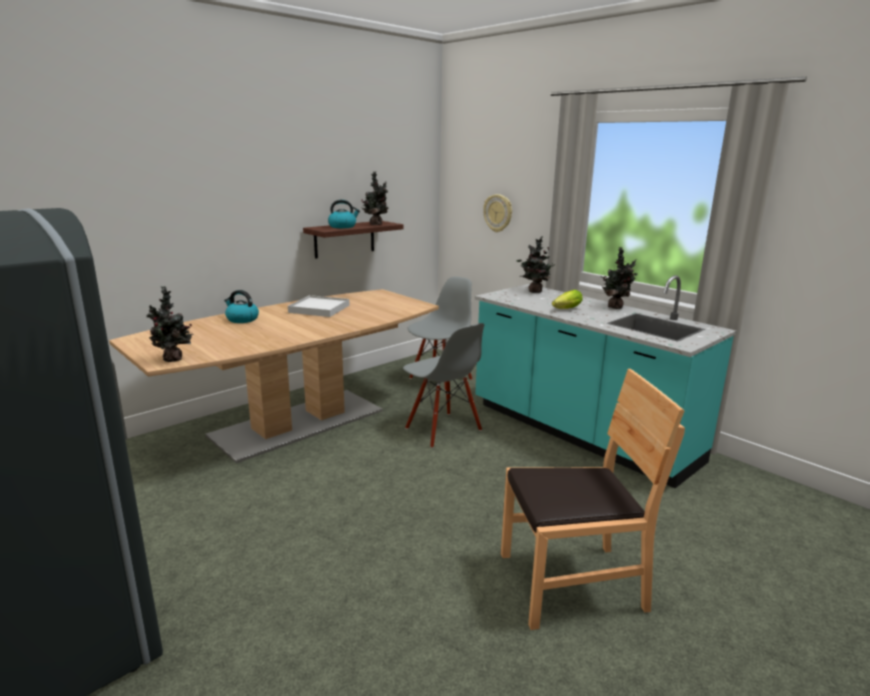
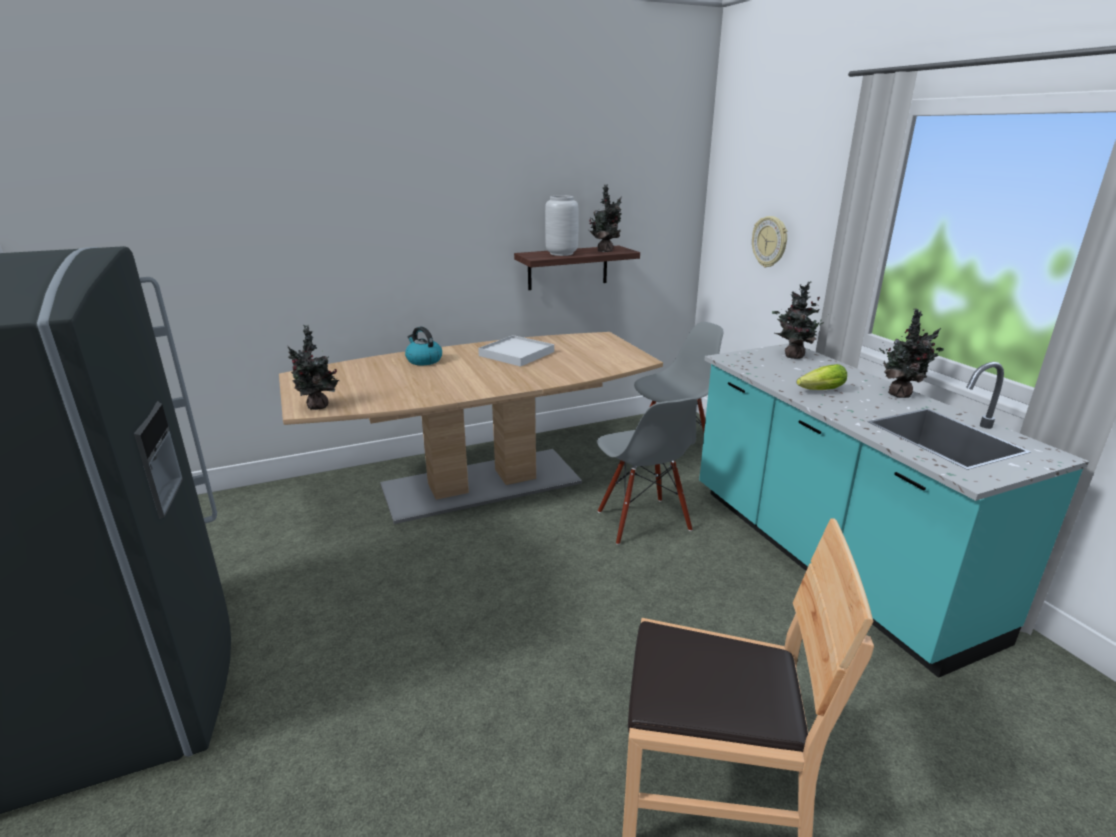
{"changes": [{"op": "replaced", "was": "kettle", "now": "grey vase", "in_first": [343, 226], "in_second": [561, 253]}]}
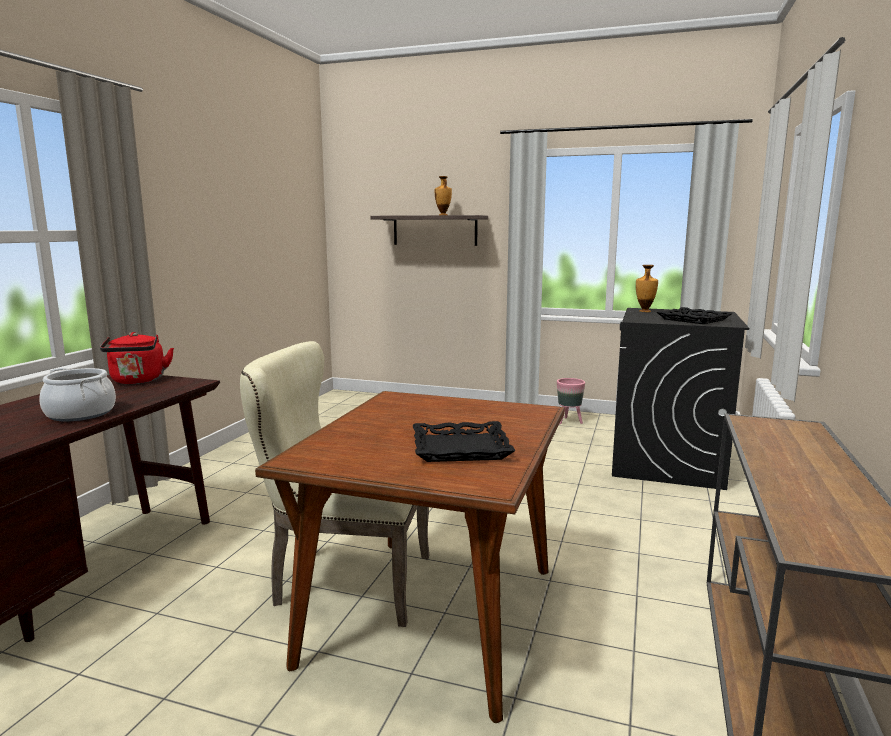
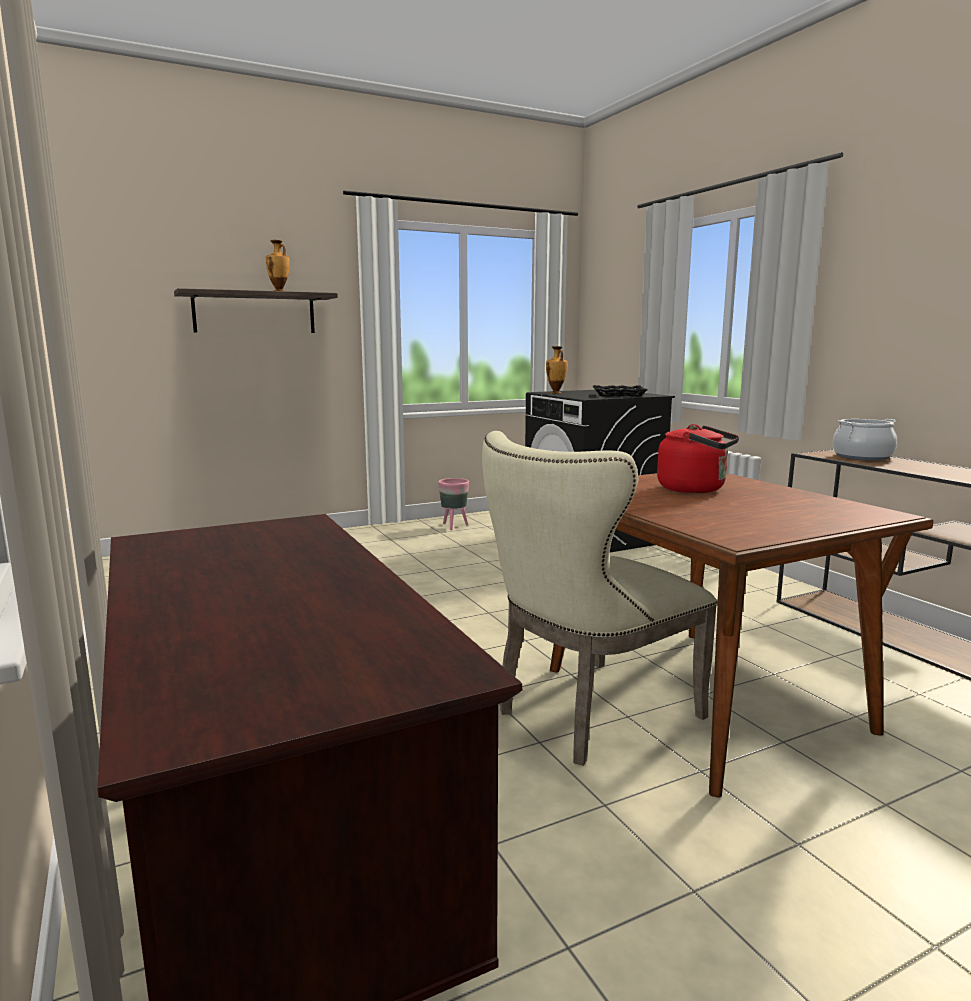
{"changes": [{"op": "moved", "was": "cooking pot", "in_first": [80, 414], "in_second": [862, 456]}, {"op": "moved", "was": "red kettle", "in_first": [138, 381], "in_second": [695, 489]}, {"op": "removed", "was": "black tray", "in_first": [460, 449]}]}
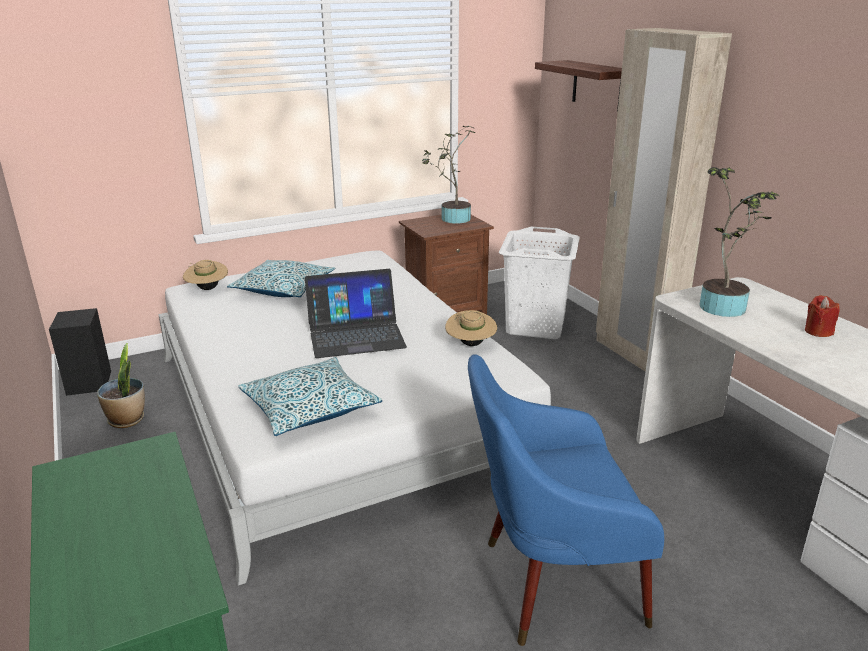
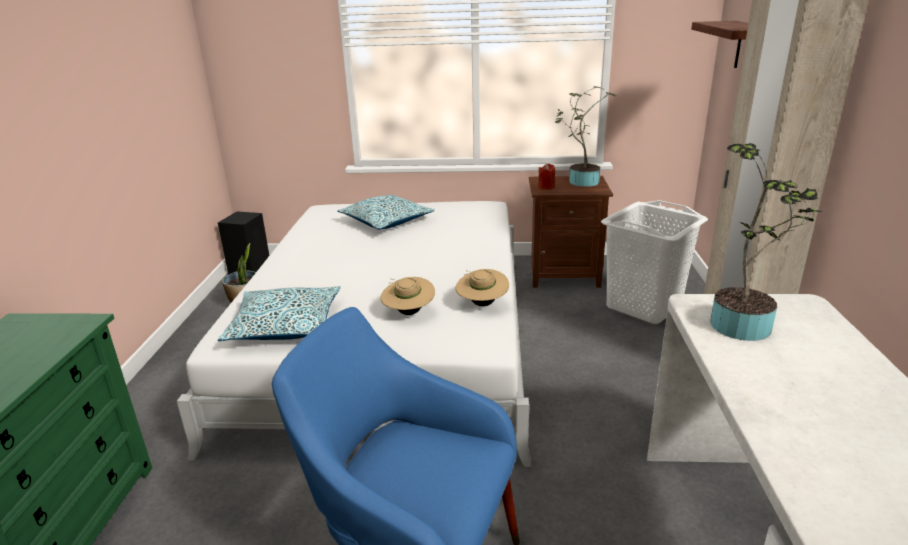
{"changes": [{"op": "moved", "was": "beige hat", "in_first": [207, 289], "in_second": [408, 312]}, {"op": "removed", "was": "laptop", "in_first": [355, 335]}, {"op": "moved", "was": "red candle", "in_first": [818, 331], "in_second": [546, 187]}]}
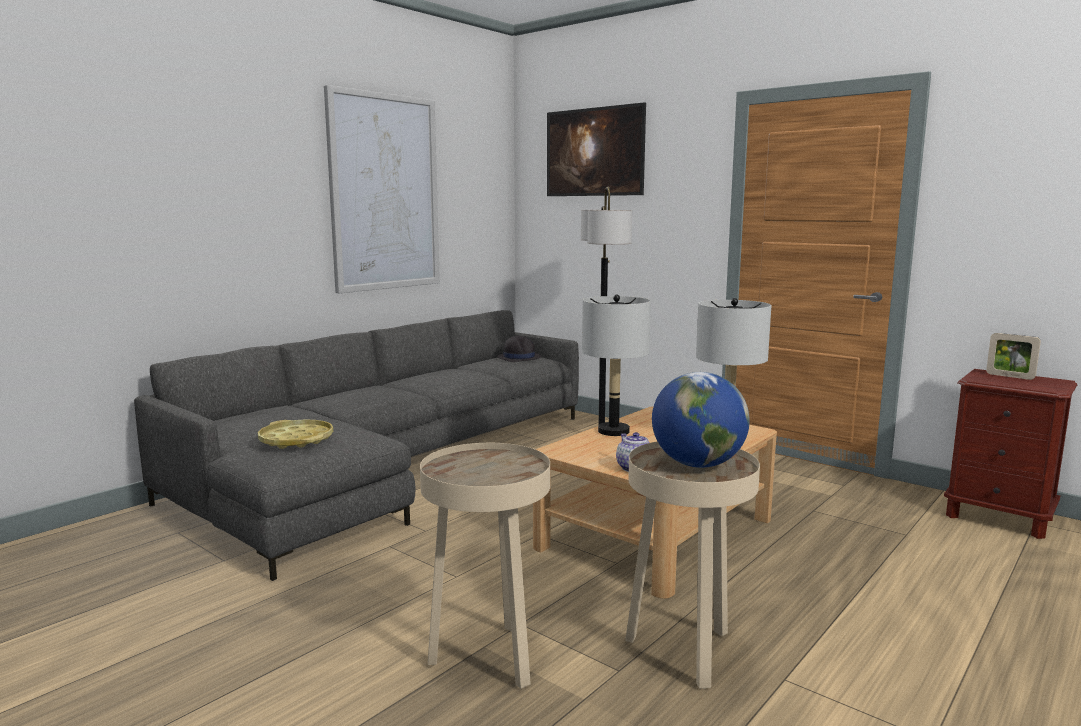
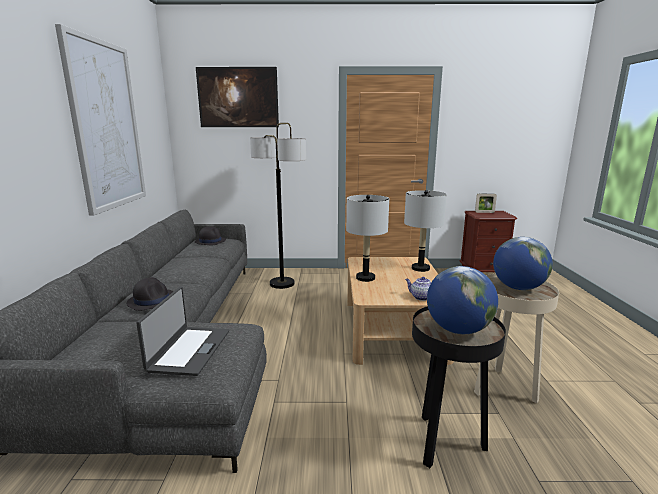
{"changes": [{"op": "replaced", "was": "yellow tray", "now": "laptop", "in_first": [296, 440], "in_second": [189, 350]}, {"op": "recoloured", "was": "beige side table", "now": "black side table", "in_first": [488, 658], "in_second": [444, 443]}, {"op": "added", "now": "black hat", "in_second": [152, 300]}, {"op": "added", "now": "globe", "in_second": [458, 330]}]}
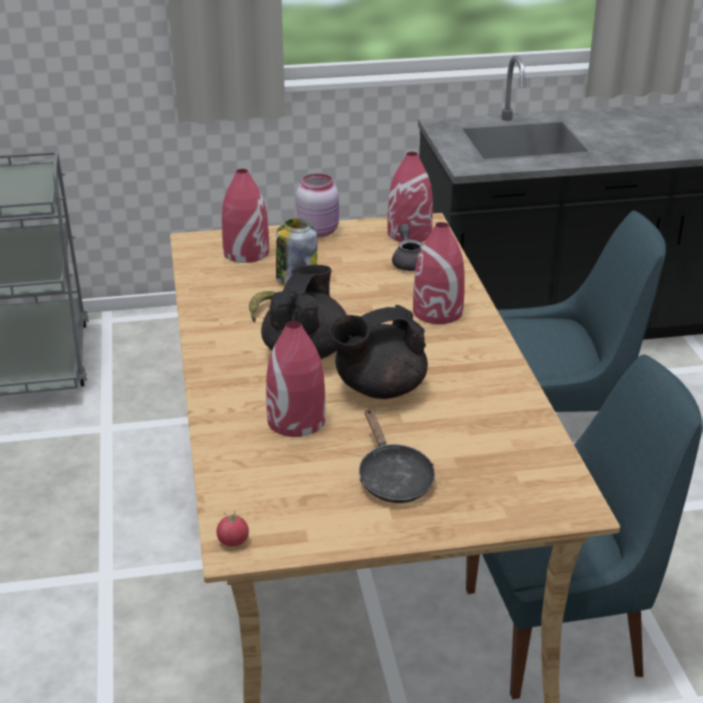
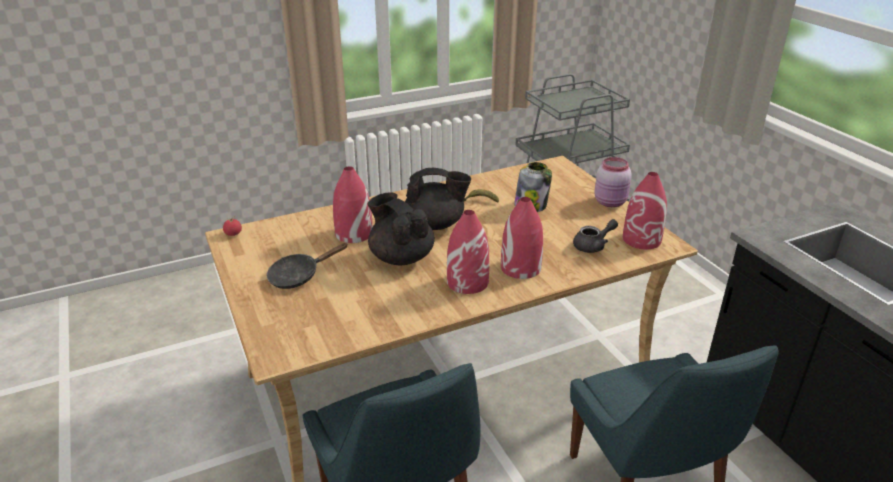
{"changes": [{"op": "moved", "was": "red vase", "in_first": [245, 252], "in_second": [467, 282]}]}
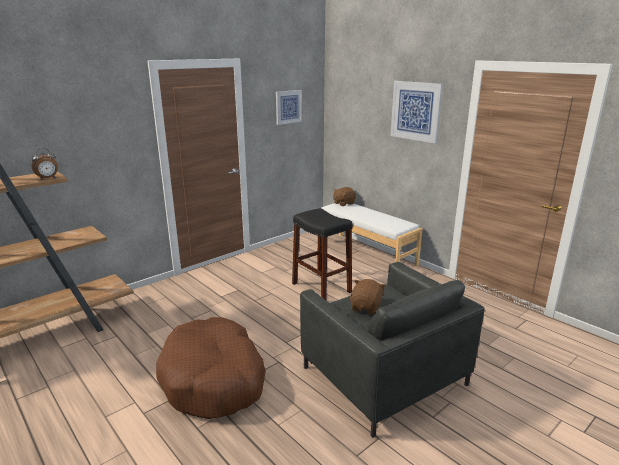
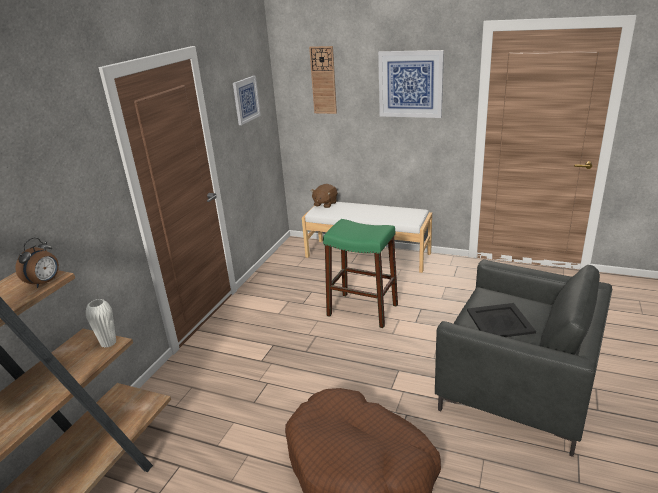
{"changes": [{"op": "recoloured", "was": "black stool", "now": "green stool", "in_first": [321, 287], "in_second": [362, 310]}, {"op": "replaced", "was": "brown plush toy", "now": "black tray", "in_first": [366, 307], "in_second": [499, 321]}, {"op": "added", "now": "white vase", "in_second": [108, 343]}, {"op": "added", "now": "wall clock", "in_second": [323, 80]}]}
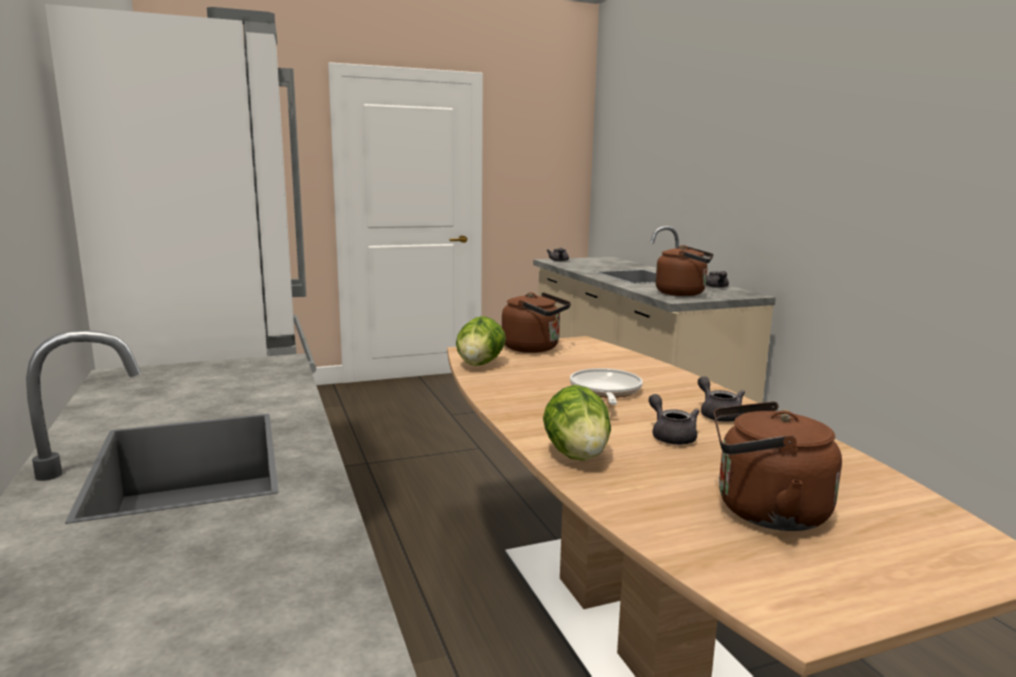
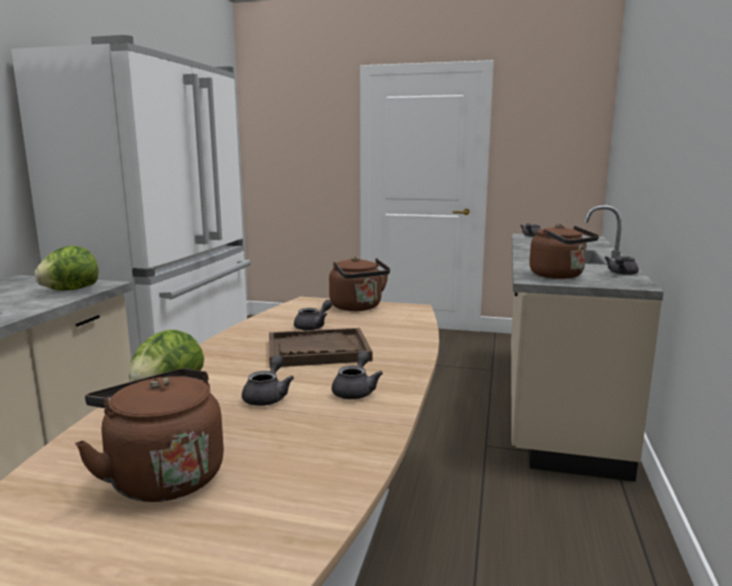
{"changes": [{"op": "moved", "was": "lettuce", "in_first": [480, 364], "in_second": [70, 290]}, {"op": "replaced", "was": "frying pan", "now": "brown tray", "in_first": [605, 391], "in_second": [318, 350]}, {"op": "added", "now": "grey teapot", "in_second": [313, 326]}]}
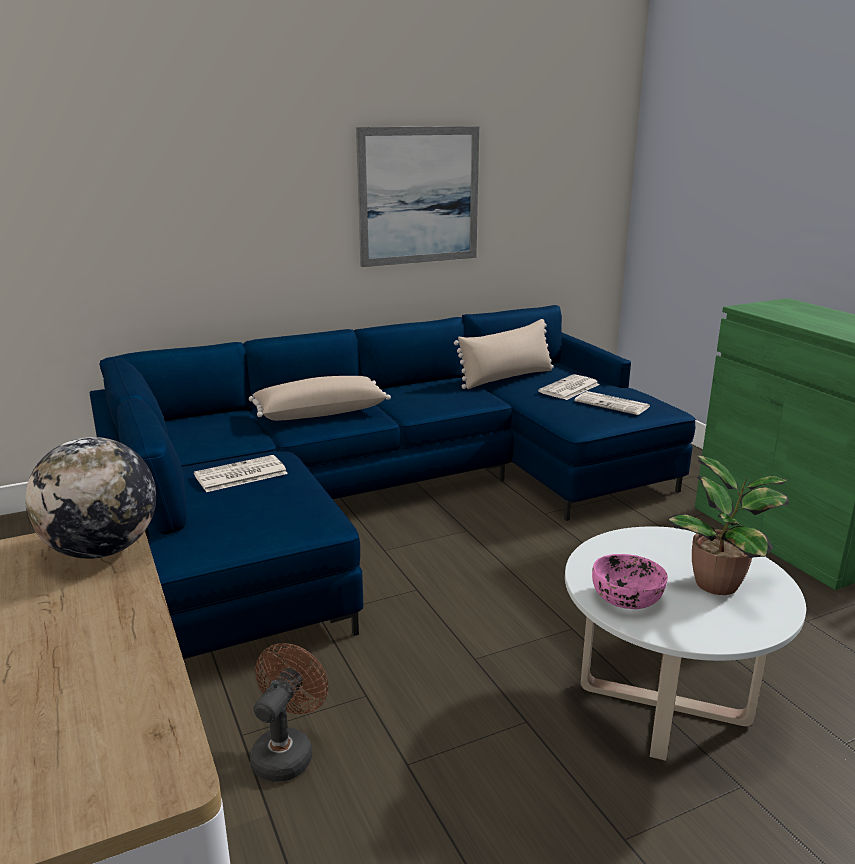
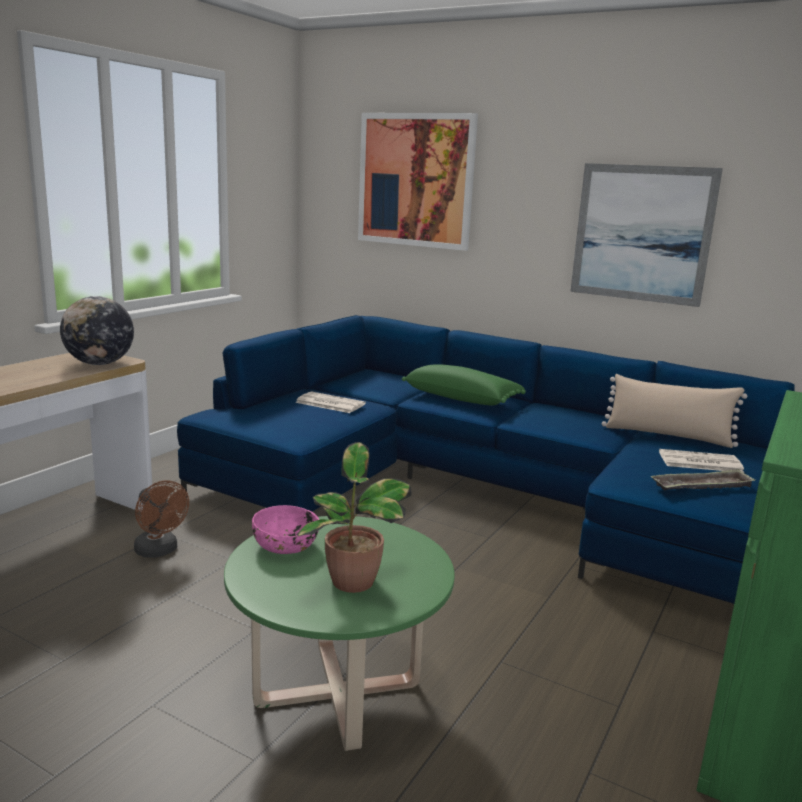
{"changes": [{"op": "recoloured", "was": "beige pillow", "now": "green pillow", "in_first": [320, 412], "in_second": [462, 398]}, {"op": "turned", "was": "brown fan", "in_first": [287, 751], "in_second": [159, 551], "clockwise": 60}, {"op": "recoloured", "was": "white coffee table", "now": "green coffee table", "in_first": [664, 703], "in_second": [337, 693]}, {"op": "replaced", "was": "newspaper", "now": "tray", "in_first": [613, 404], "in_second": [702, 486]}, {"op": "added", "now": "picture", "in_second": [415, 180]}]}
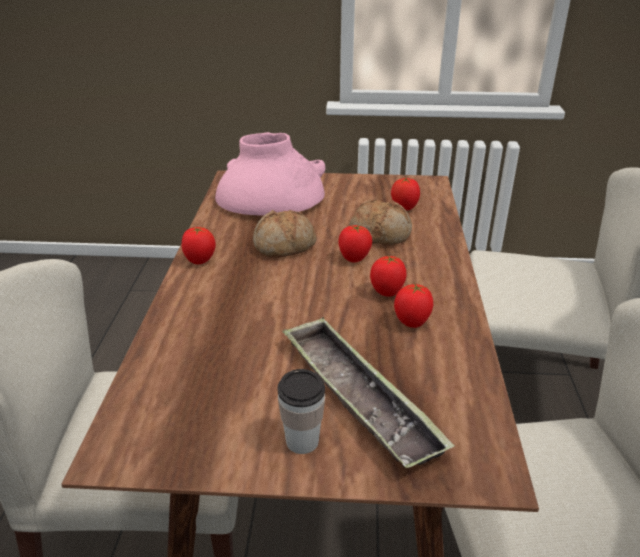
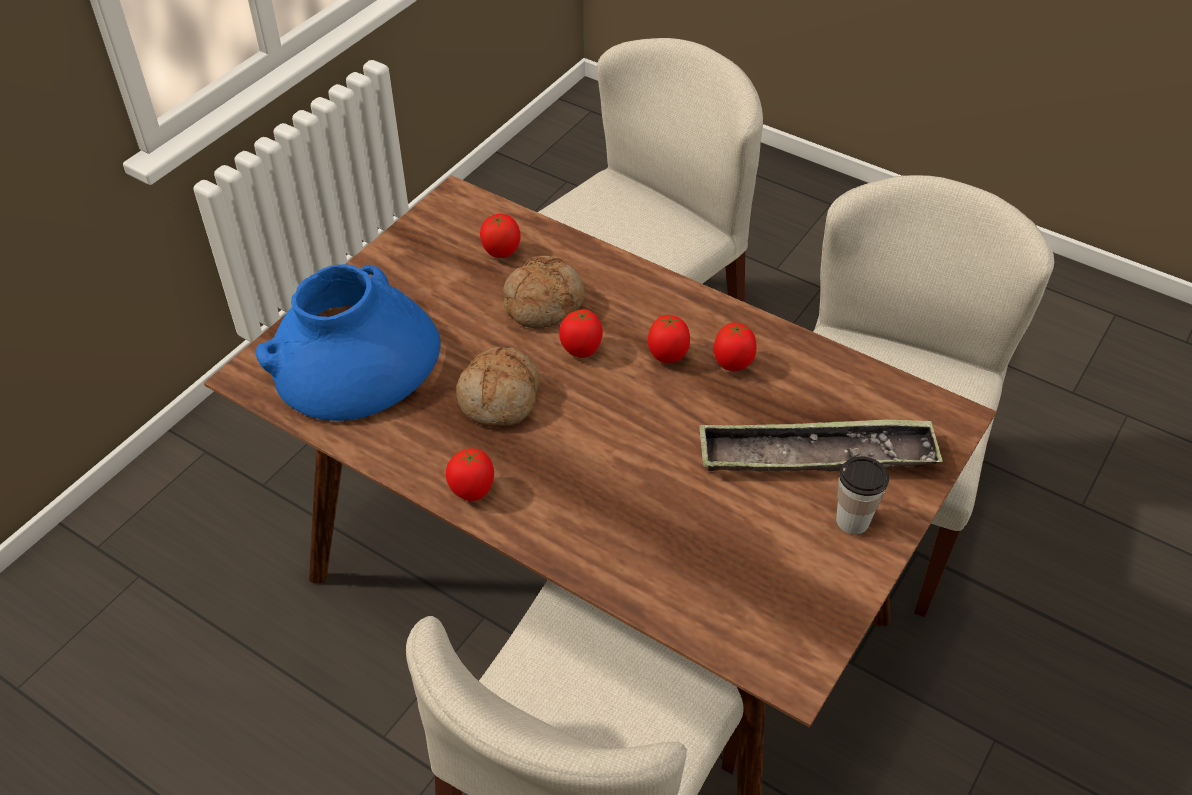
{"changes": [{"op": "recoloured", "was": "pink vase", "now": "blue vase", "in_first": [270, 197], "in_second": [353, 359]}]}
